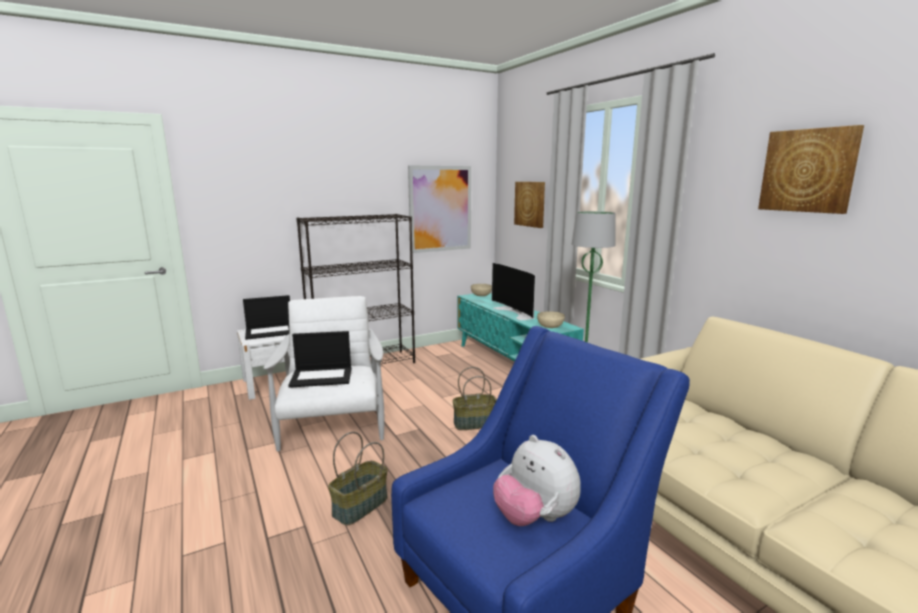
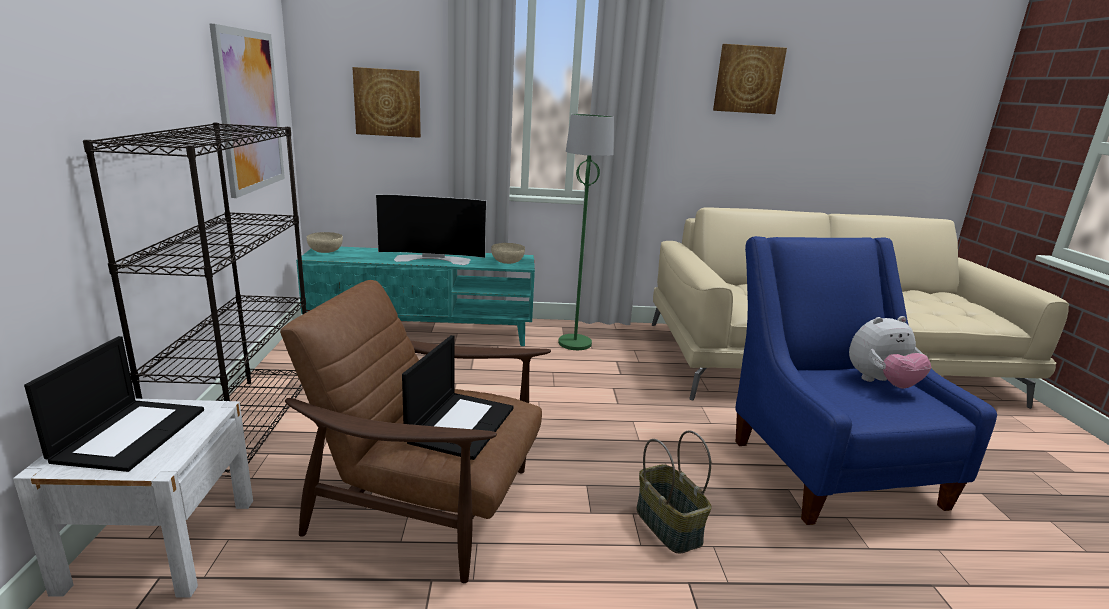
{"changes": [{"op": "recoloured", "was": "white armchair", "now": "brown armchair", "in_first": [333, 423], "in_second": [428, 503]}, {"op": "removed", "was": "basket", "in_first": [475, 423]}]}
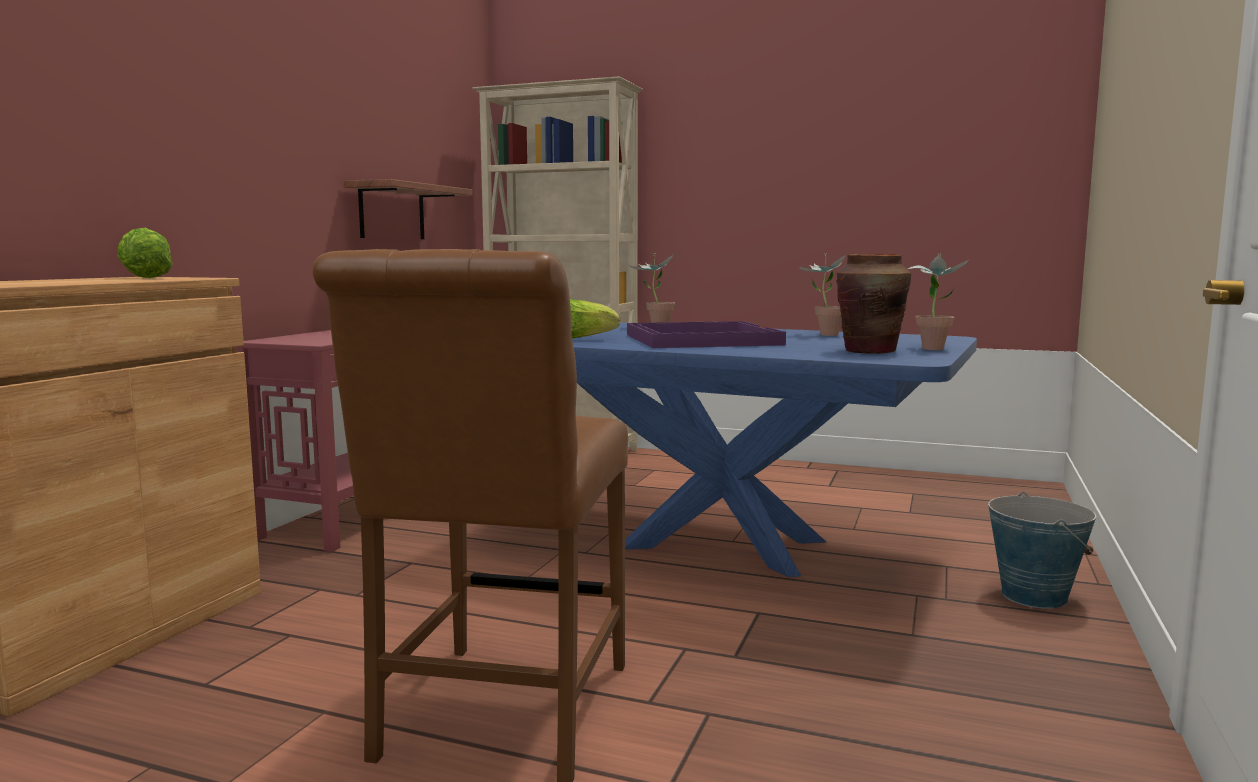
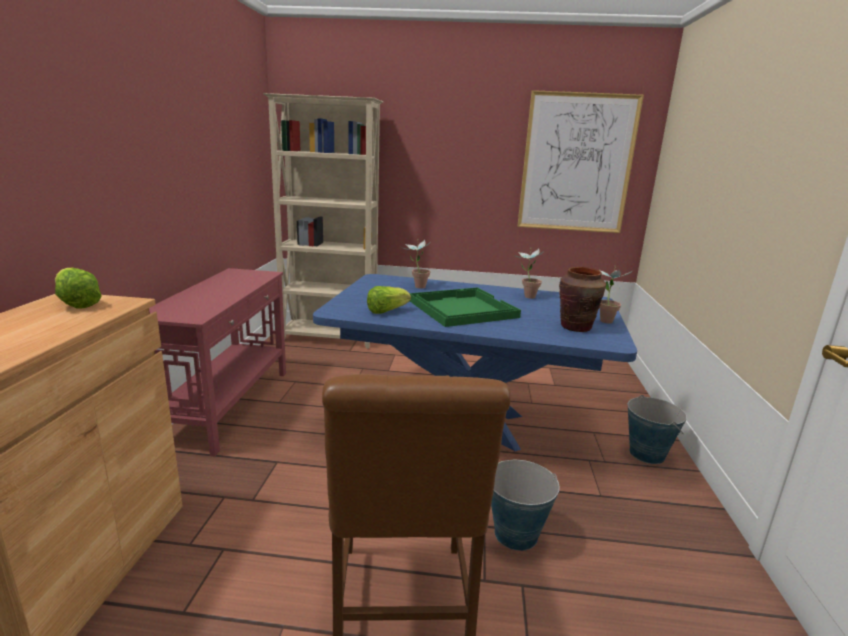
{"changes": [{"op": "removed", "was": "shelf", "in_first": [392, 212]}, {"op": "recoloured", "was": "purple tray", "now": "green tray", "in_first": [700, 339], "in_second": [461, 308]}, {"op": "added", "now": "bucket", "in_second": [515, 534]}, {"op": "added", "now": "picture", "in_second": [576, 163]}]}
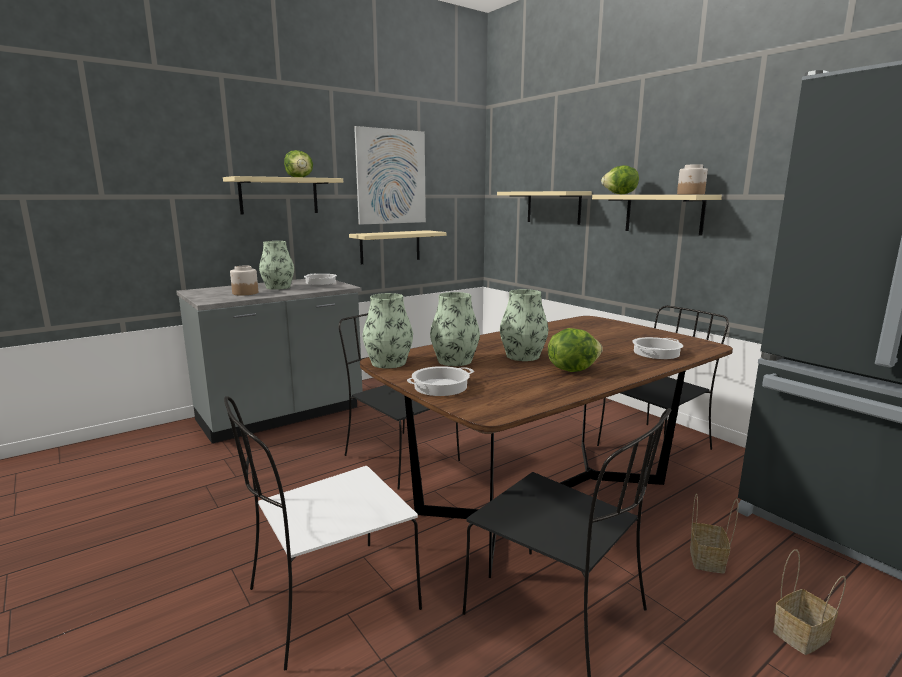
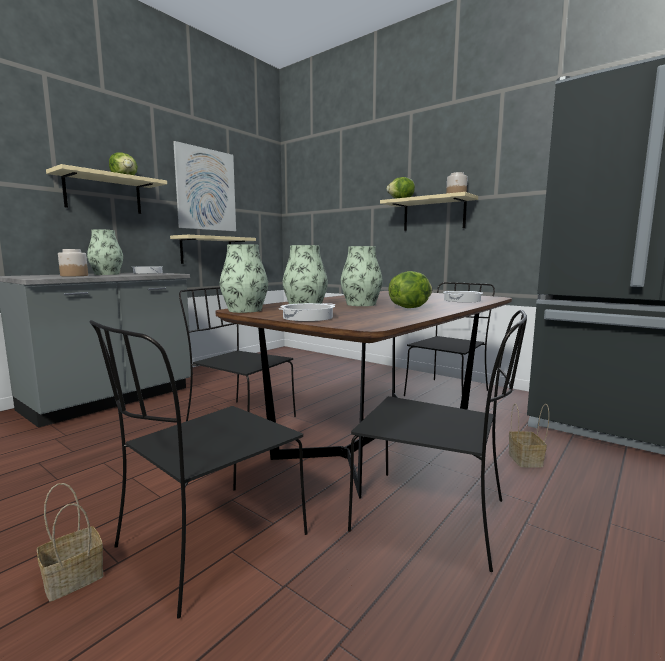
{"changes": [{"op": "recoloured", "was": "white chair", "now": "black chair", "in_first": [329, 601], "in_second": [209, 543]}, {"op": "removed", "was": "beige shelf", "in_first": [553, 207]}, {"op": "moved", "was": "basket", "in_first": [801, 636], "in_second": [72, 580]}]}
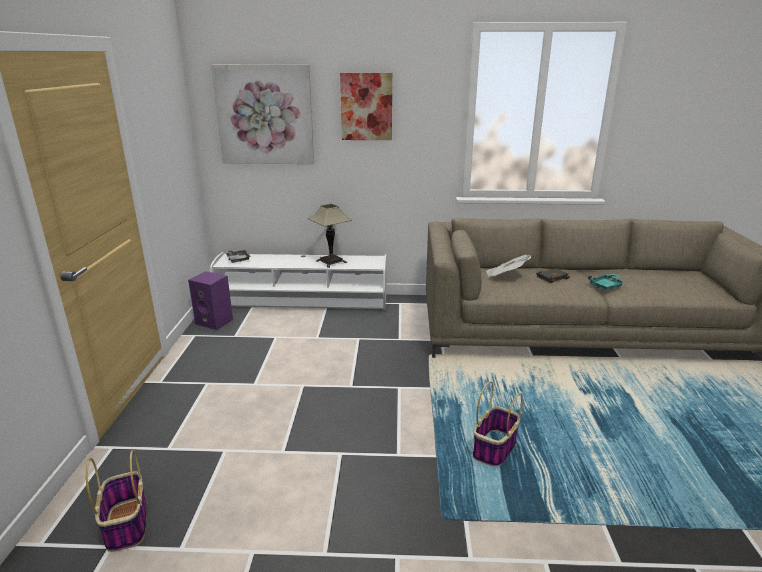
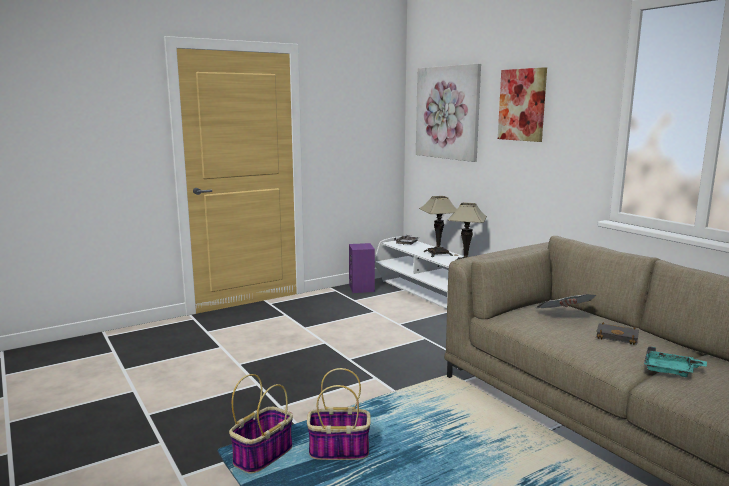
{"changes": [{"op": "moved", "was": "basket", "in_first": [126, 524], "in_second": [263, 455]}, {"op": "added", "now": "table lamp", "in_second": [438, 253]}]}
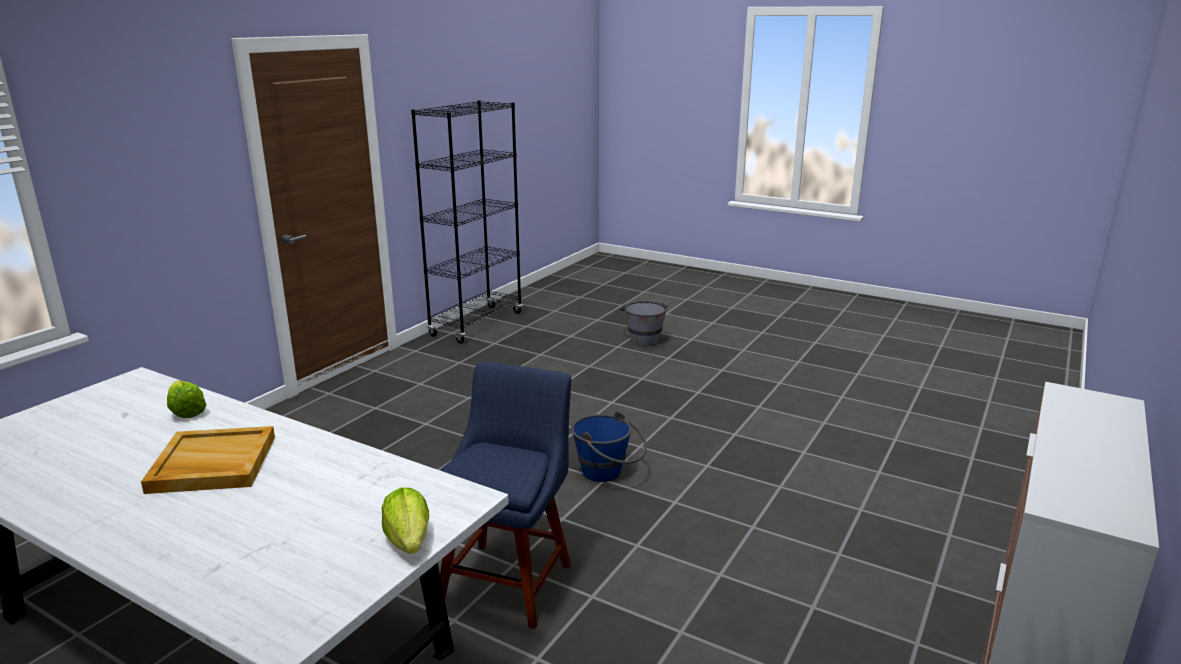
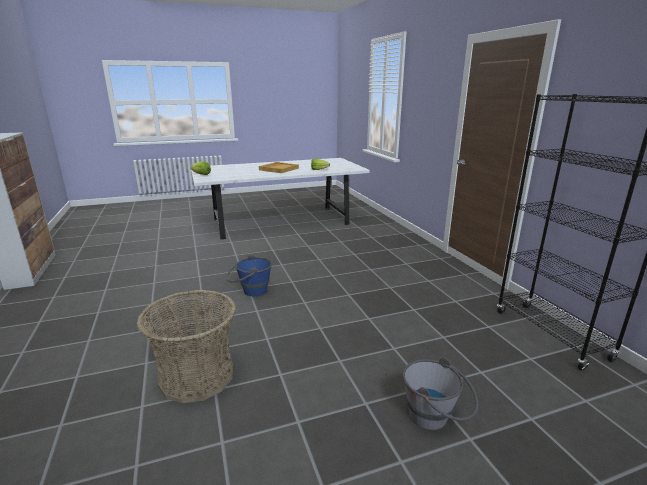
{"changes": [{"op": "removed", "was": "blue chair", "in_first": [509, 579]}, {"op": "added", "now": "basket", "in_second": [196, 376]}]}
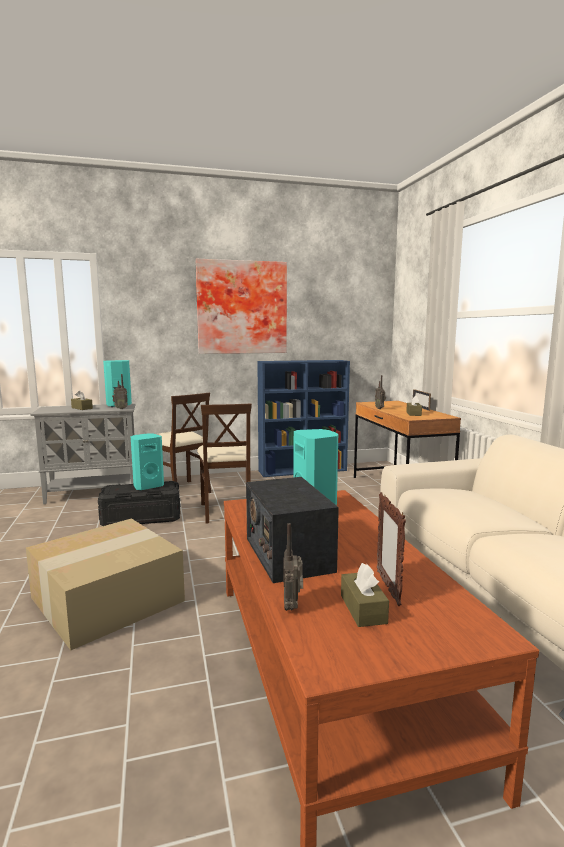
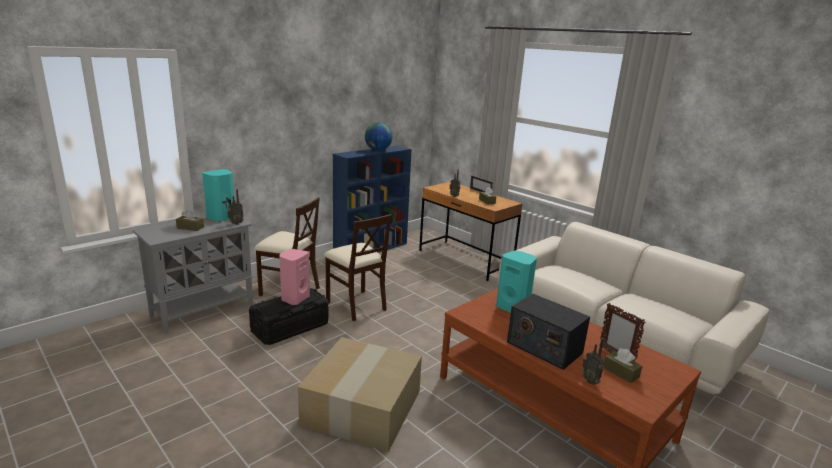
{"changes": [{"op": "recoloured", "was": "turquoise speaker", "now": "pink speaker", "in_first": [147, 486], "in_second": [294, 298]}, {"op": "removed", "was": "picture", "in_first": [241, 307]}, {"op": "added", "now": "globe", "in_second": [378, 150]}]}
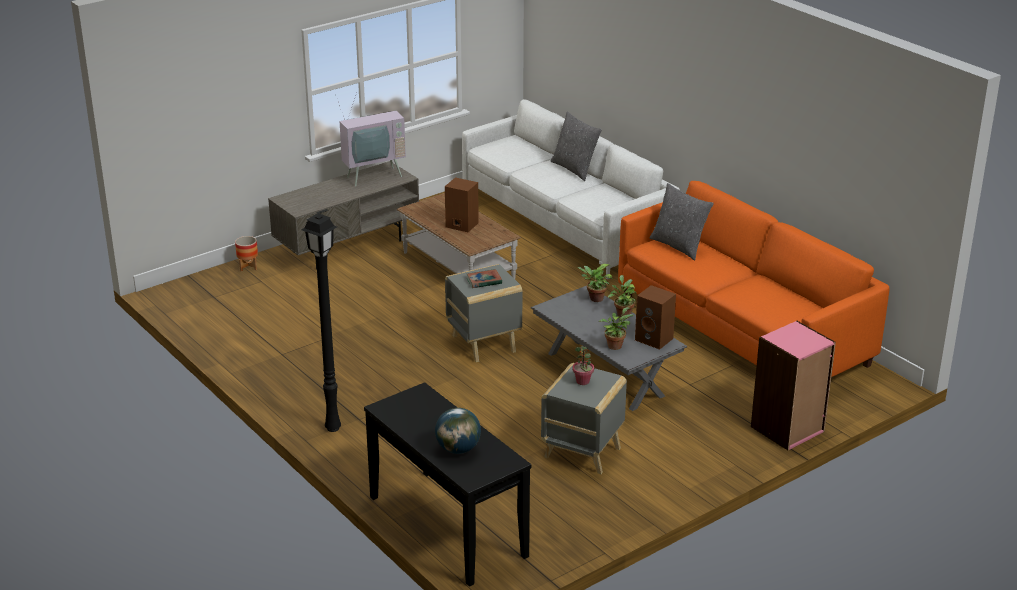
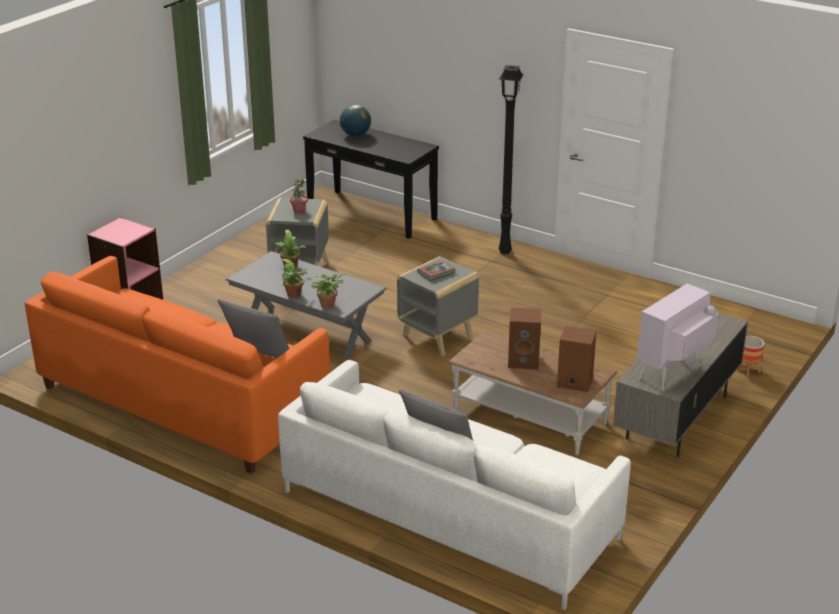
{"changes": [{"op": "moved", "was": "brown speaker", "in_first": [655, 339], "in_second": [573, 382]}]}
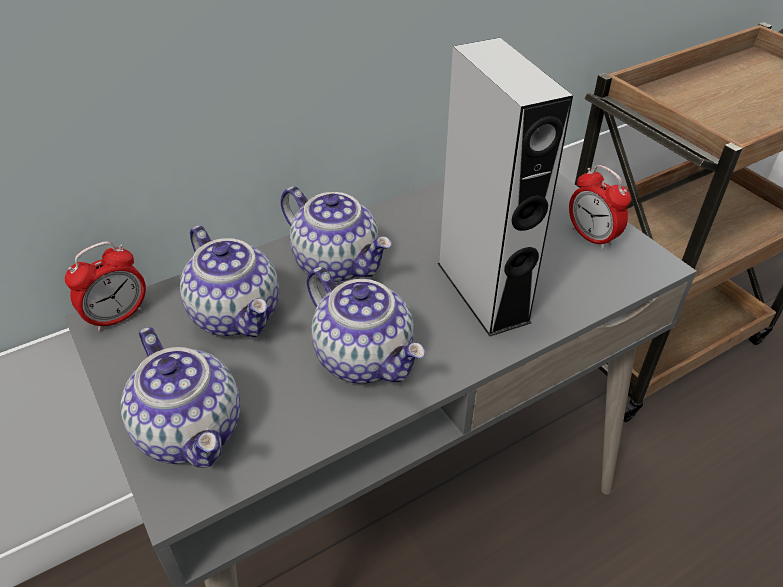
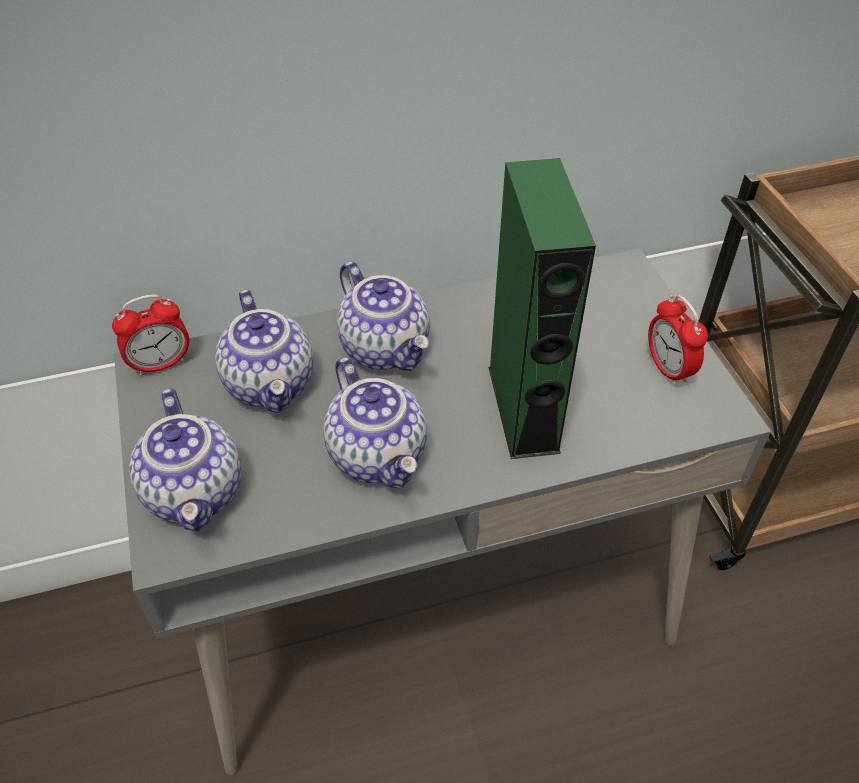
{"changes": [{"op": "recoloured", "was": "grey speaker", "now": "green speaker", "in_first": [482, 292], "in_second": [523, 408]}]}
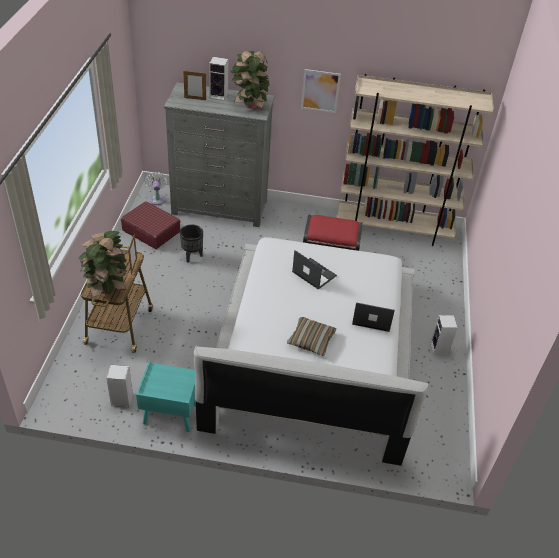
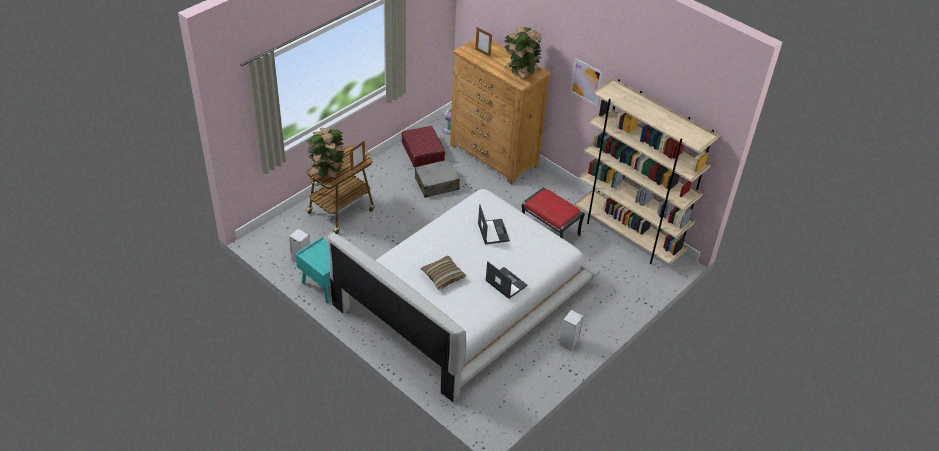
{"changes": [{"op": "recoloured", "was": "grey dresser", "now": "brown dresser", "in_first": [220, 207], "in_second": [493, 155]}, {"op": "replaced", "was": "black planter", "now": "grey suitcase", "in_first": [192, 256], "in_second": [437, 184]}, {"op": "removed", "was": "speaker", "in_first": [219, 95]}]}
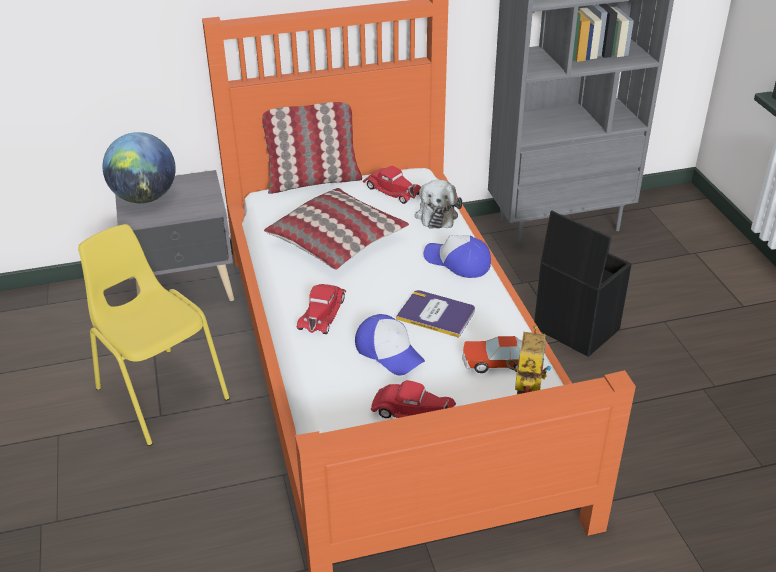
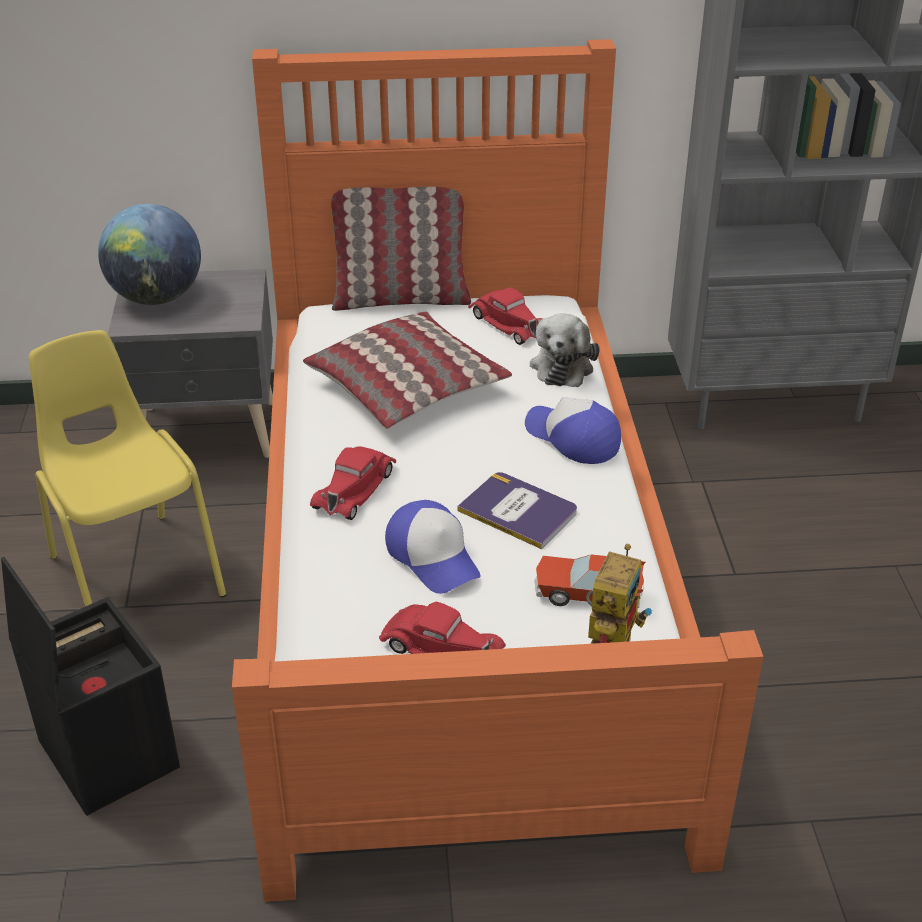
{"changes": [{"op": "moved", "was": "black storage box", "in_first": [574, 328], "in_second": [105, 753]}]}
